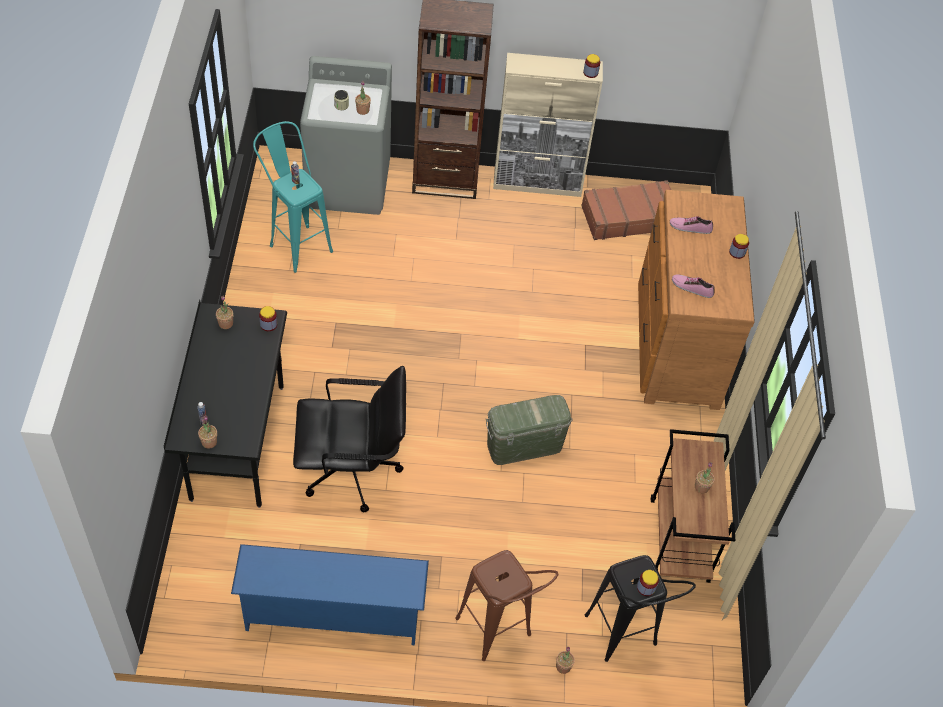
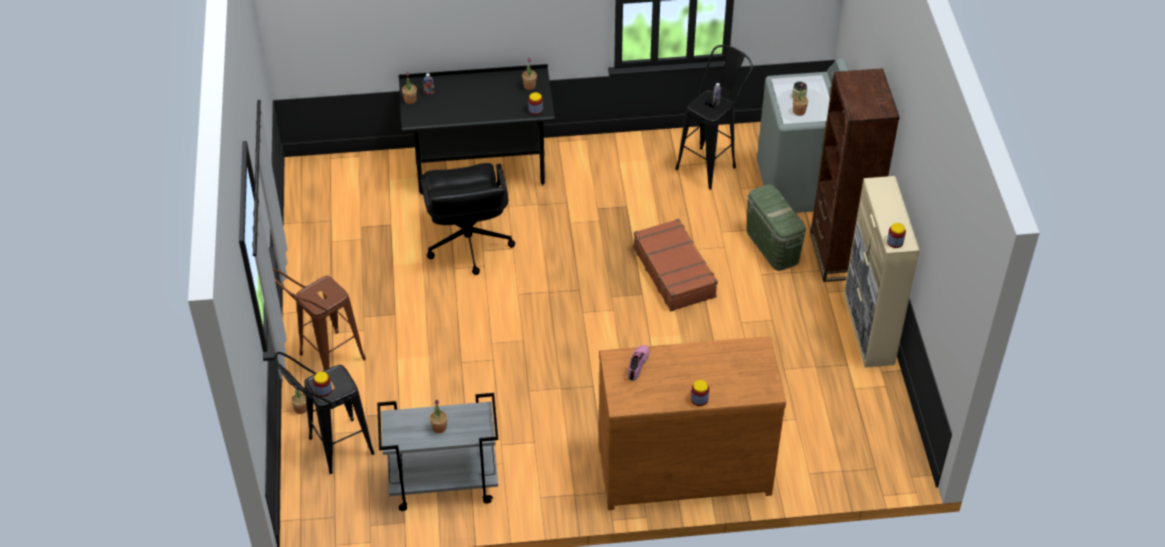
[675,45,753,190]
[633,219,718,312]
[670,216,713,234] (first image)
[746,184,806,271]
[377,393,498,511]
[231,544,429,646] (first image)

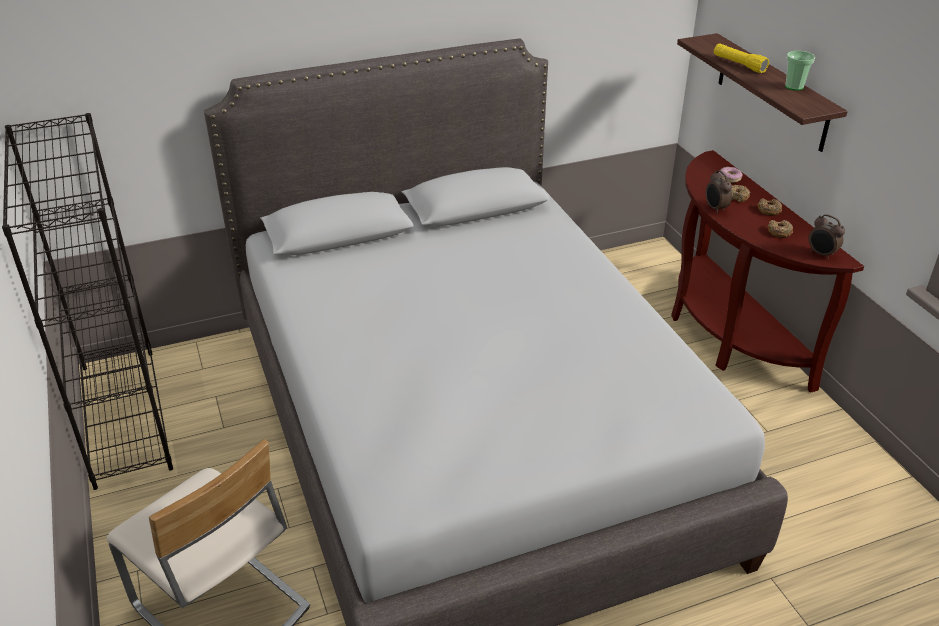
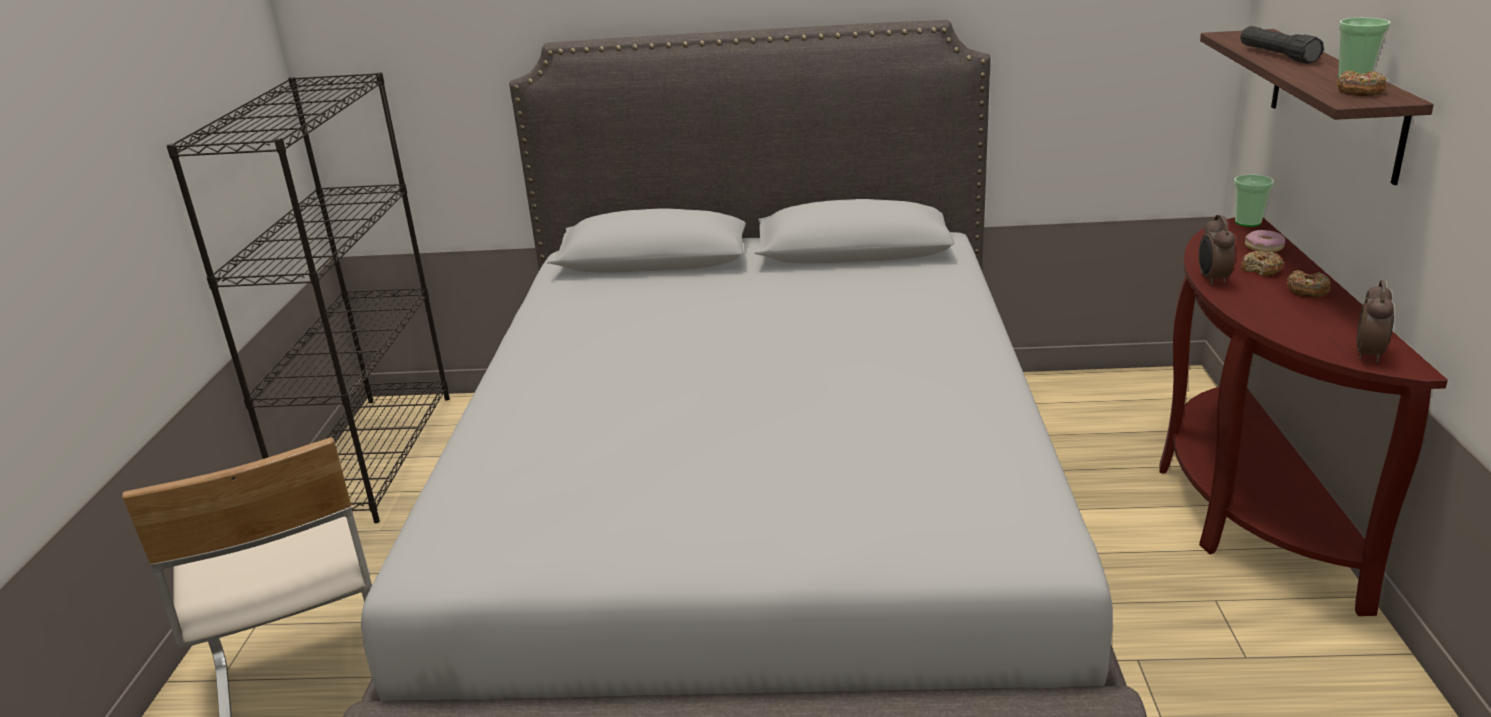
[1241,26,1324,64]
[1356,280,1394,363]
[1337,70,1387,96]
[1234,175,1274,227]

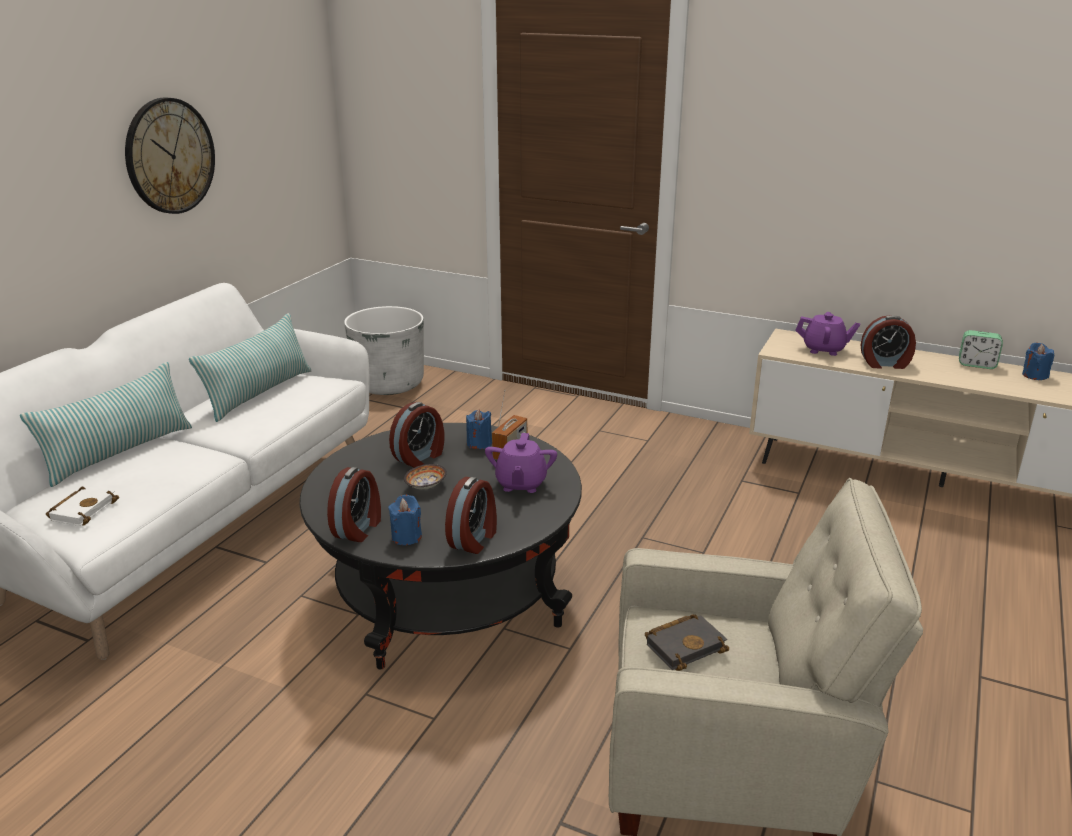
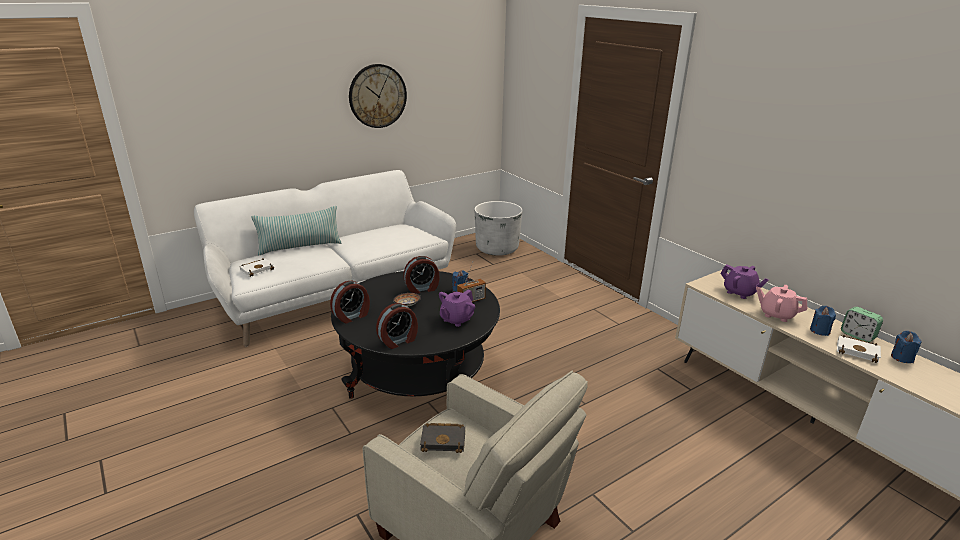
[189,313,311,422] (first image)
[756,285,807,322]
[810,306,836,336]
[837,335,881,363]

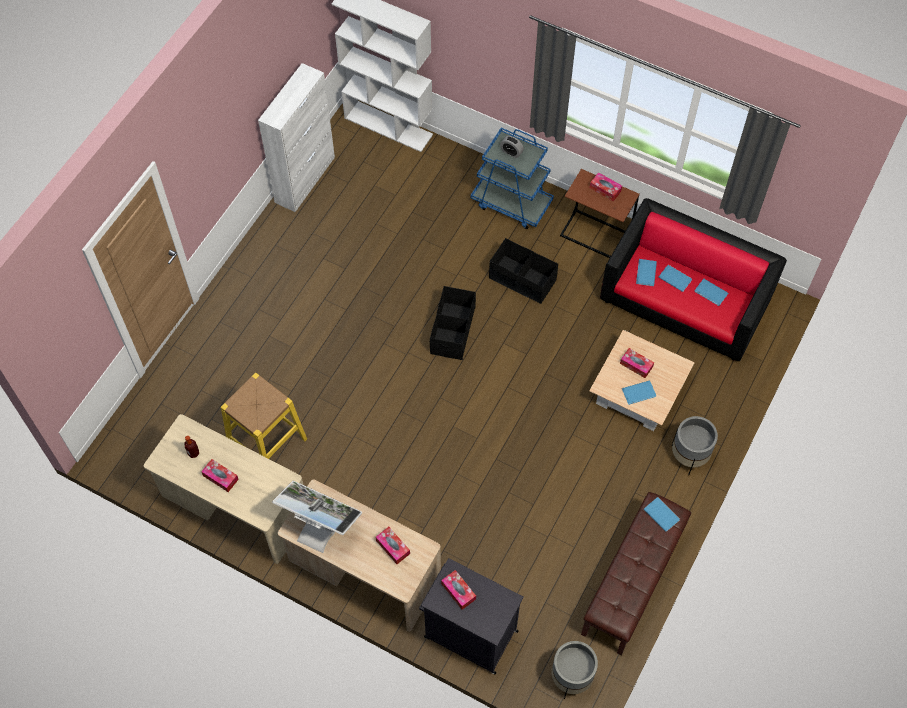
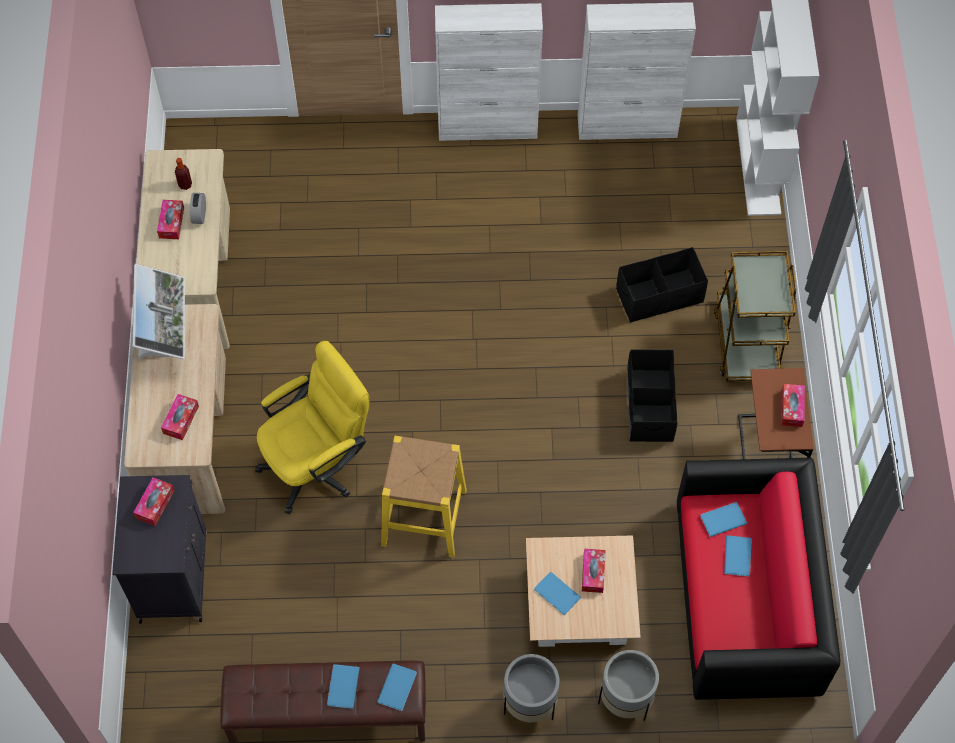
[714,251,797,381]
[190,193,206,224]
[327,664,360,709]
[616,247,708,323]
[381,436,467,558]
[598,650,659,721]
[435,3,543,141]
[255,341,370,514]

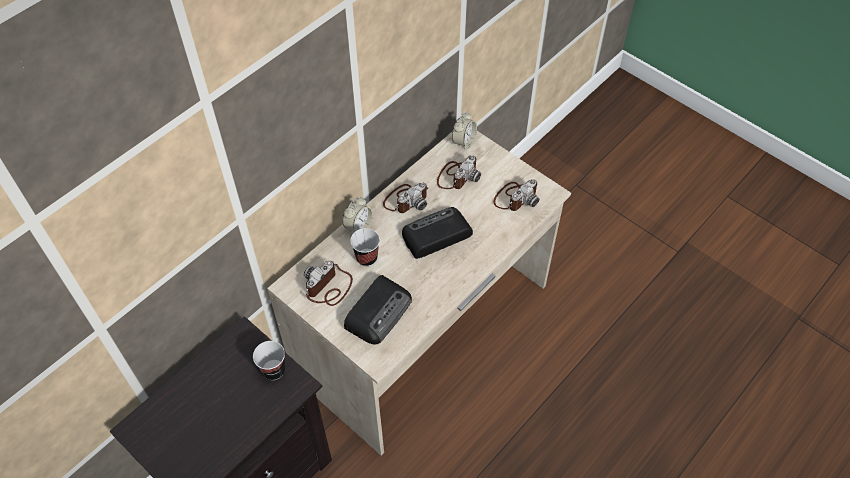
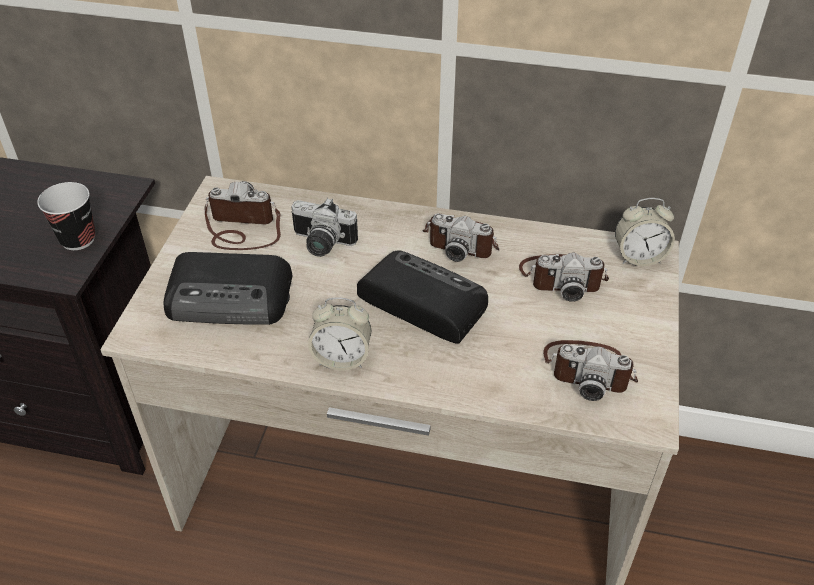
[308,297,371,370]
[291,198,358,257]

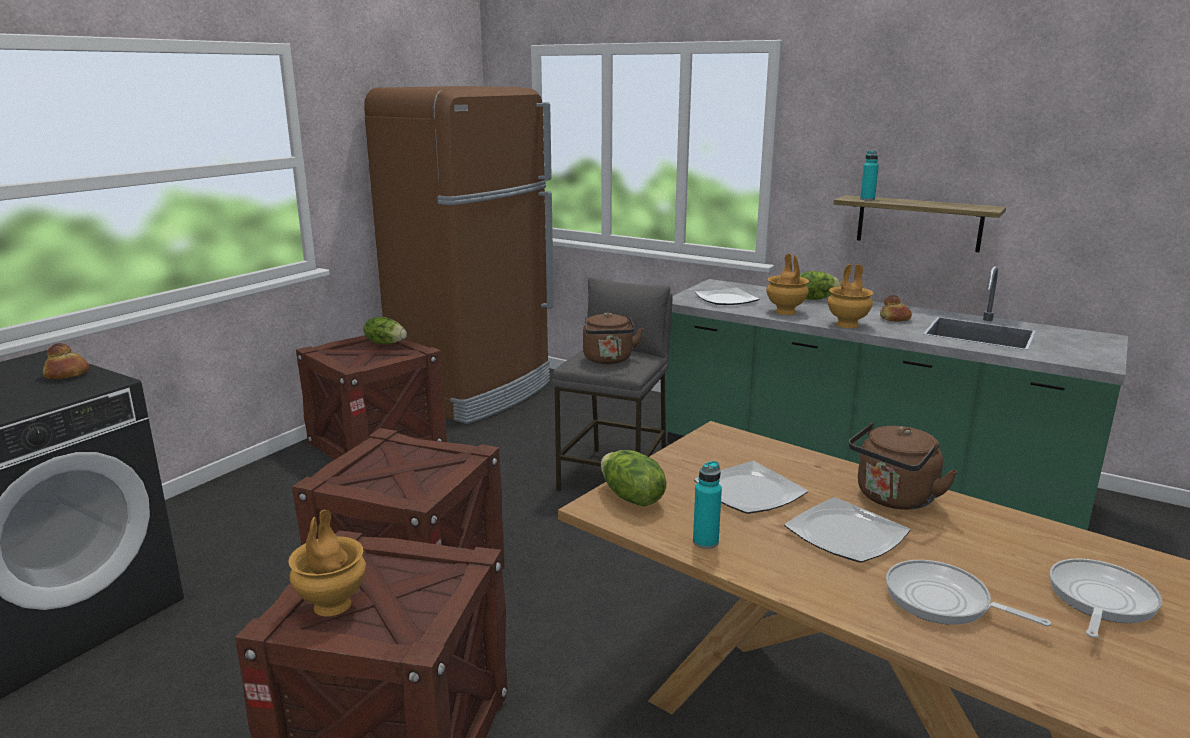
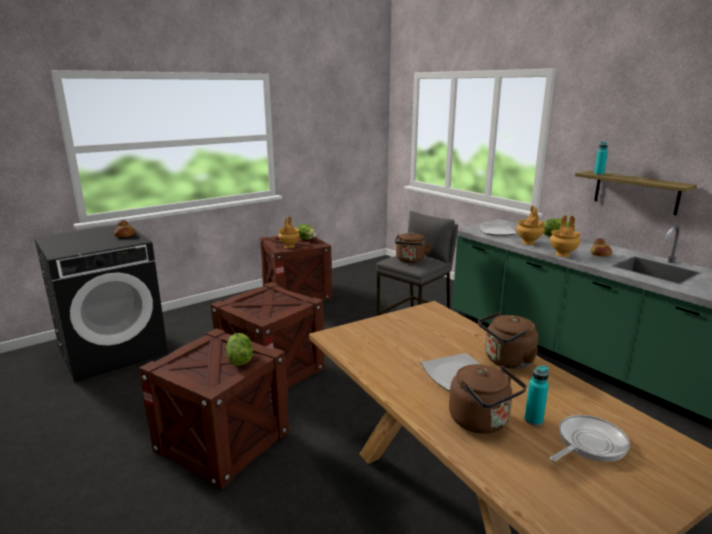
[364,86,554,424] (first image)
[226,333,253,366]
[524,366,549,426]
[694,461,808,514] (first image)
[278,216,300,248]
[449,364,527,434]

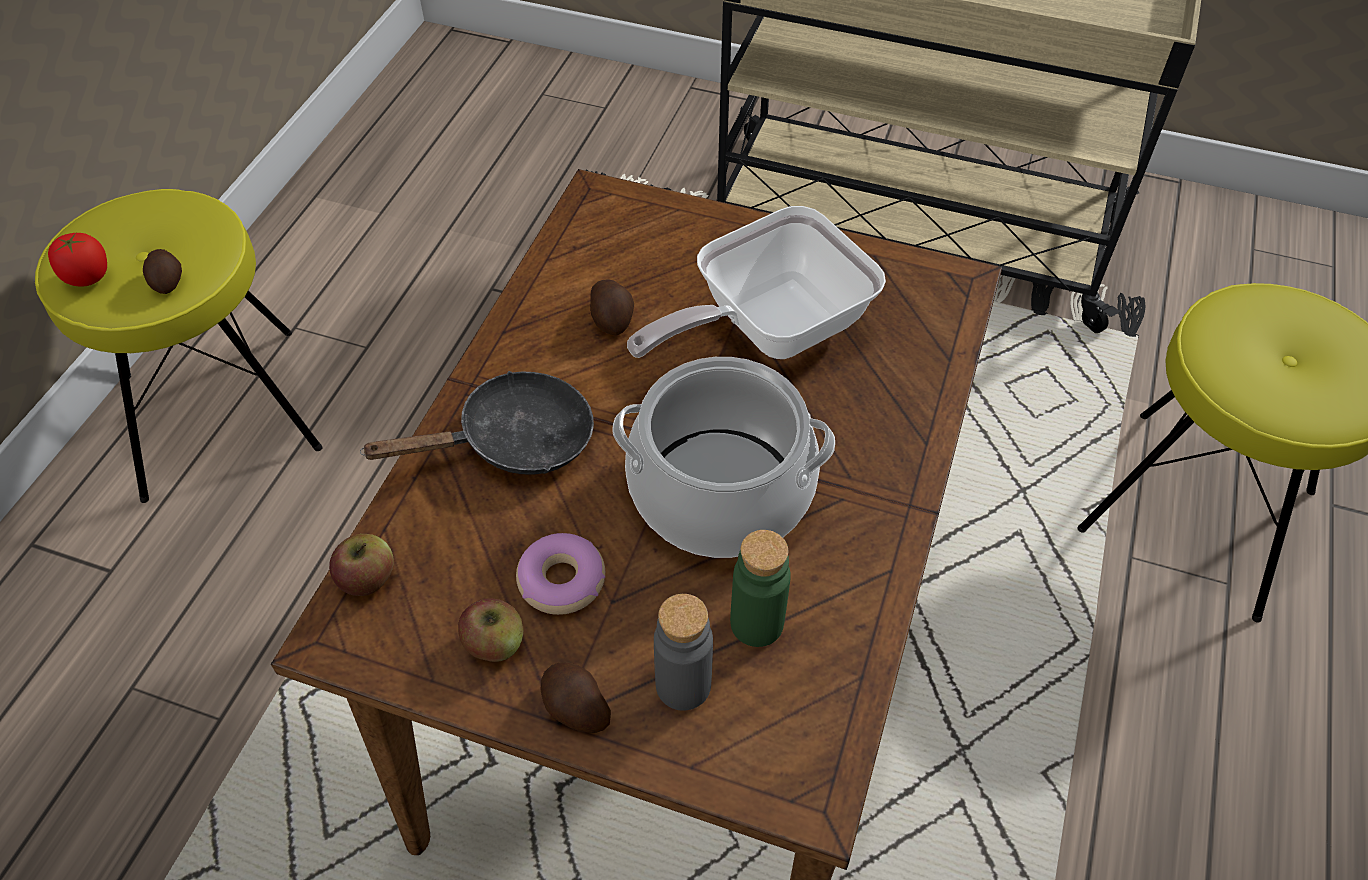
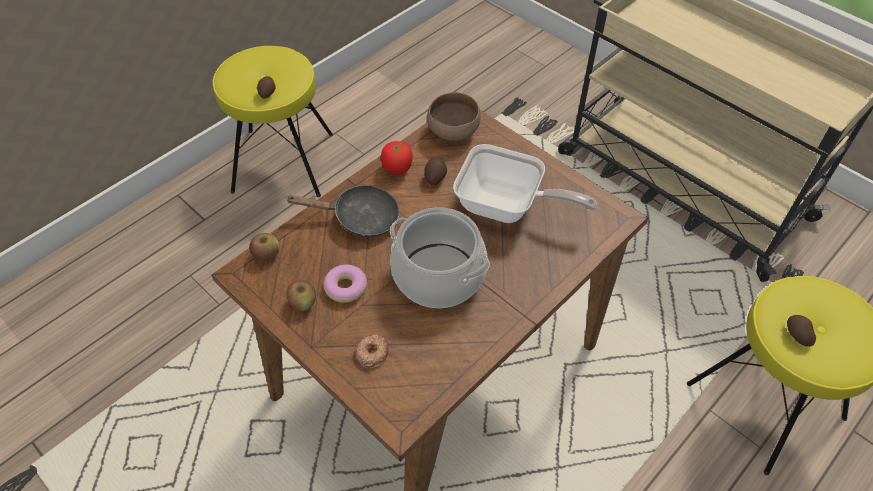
[453,144,597,223]
[381,141,413,174]
[730,530,791,647] (first image)
[355,334,389,368]
[787,315,816,347]
[427,92,481,141]

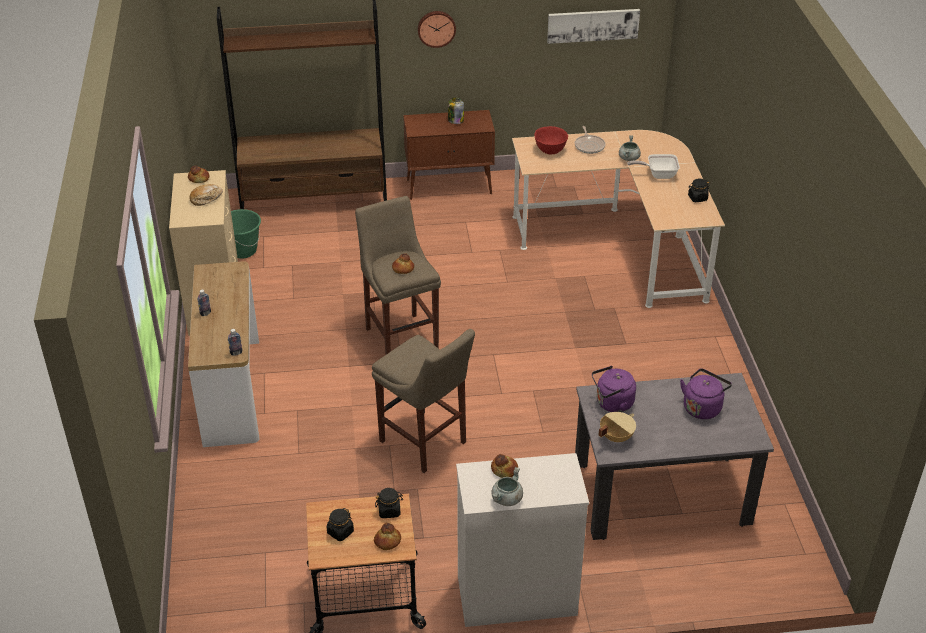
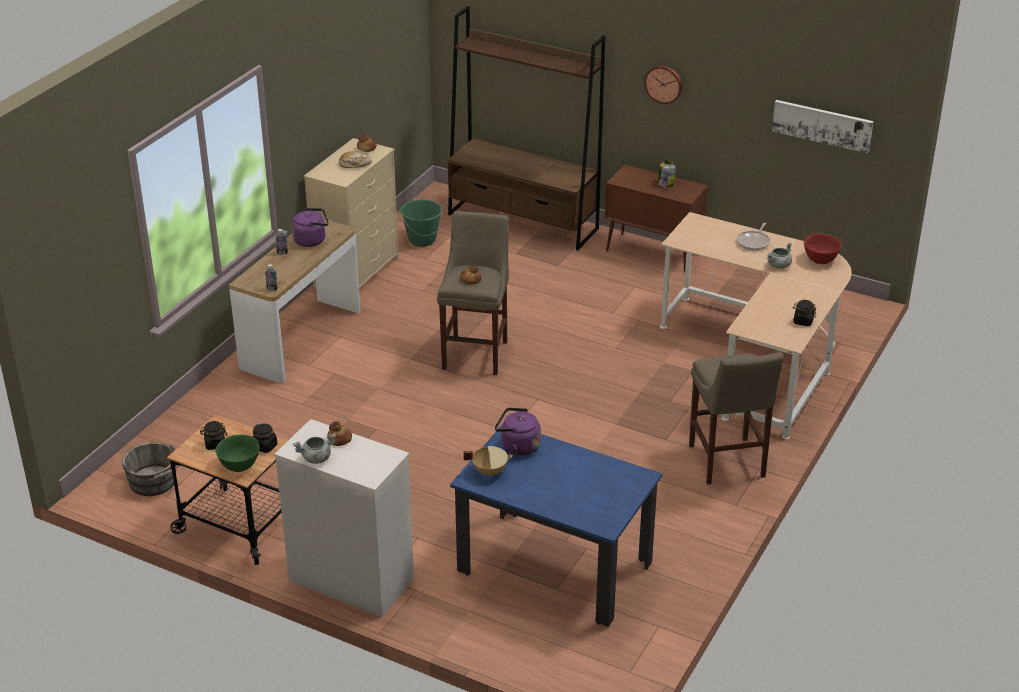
[804,233,842,264]
[627,154,680,179] (first image)
[689,352,784,485]
[292,208,329,247]
[450,425,662,627]
[215,435,259,472]
[122,442,179,496]

